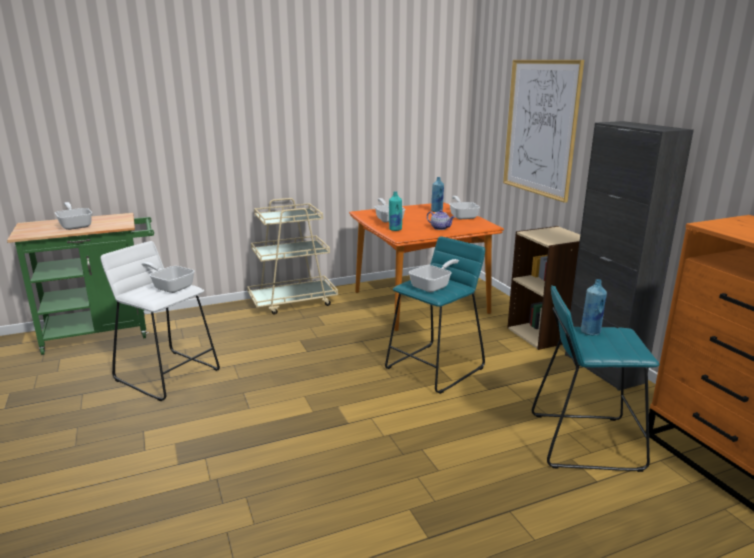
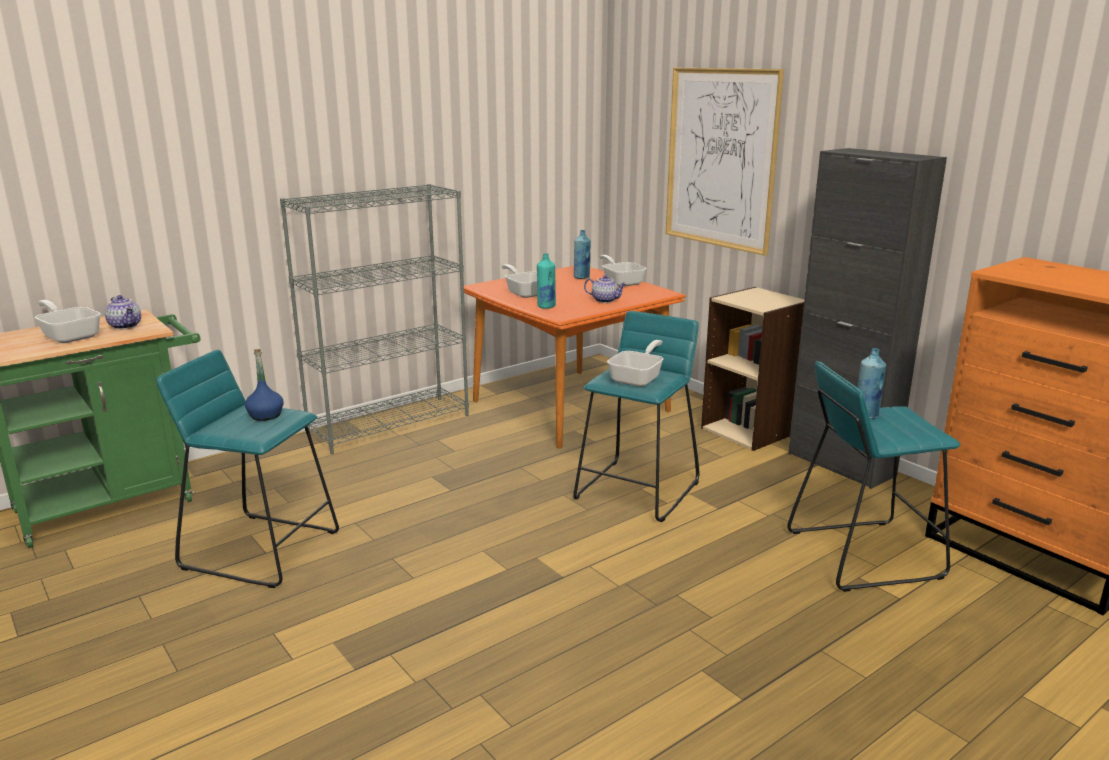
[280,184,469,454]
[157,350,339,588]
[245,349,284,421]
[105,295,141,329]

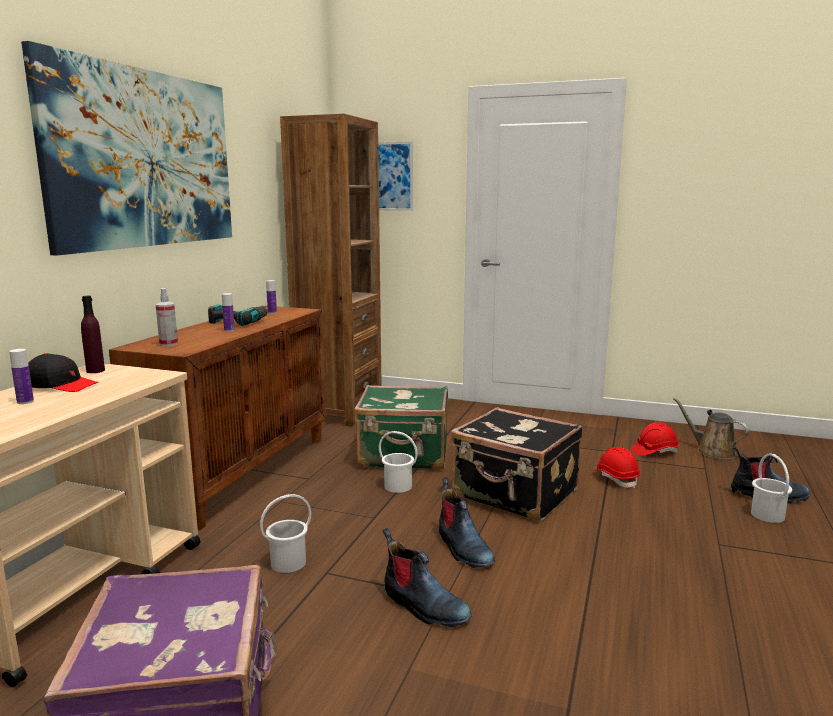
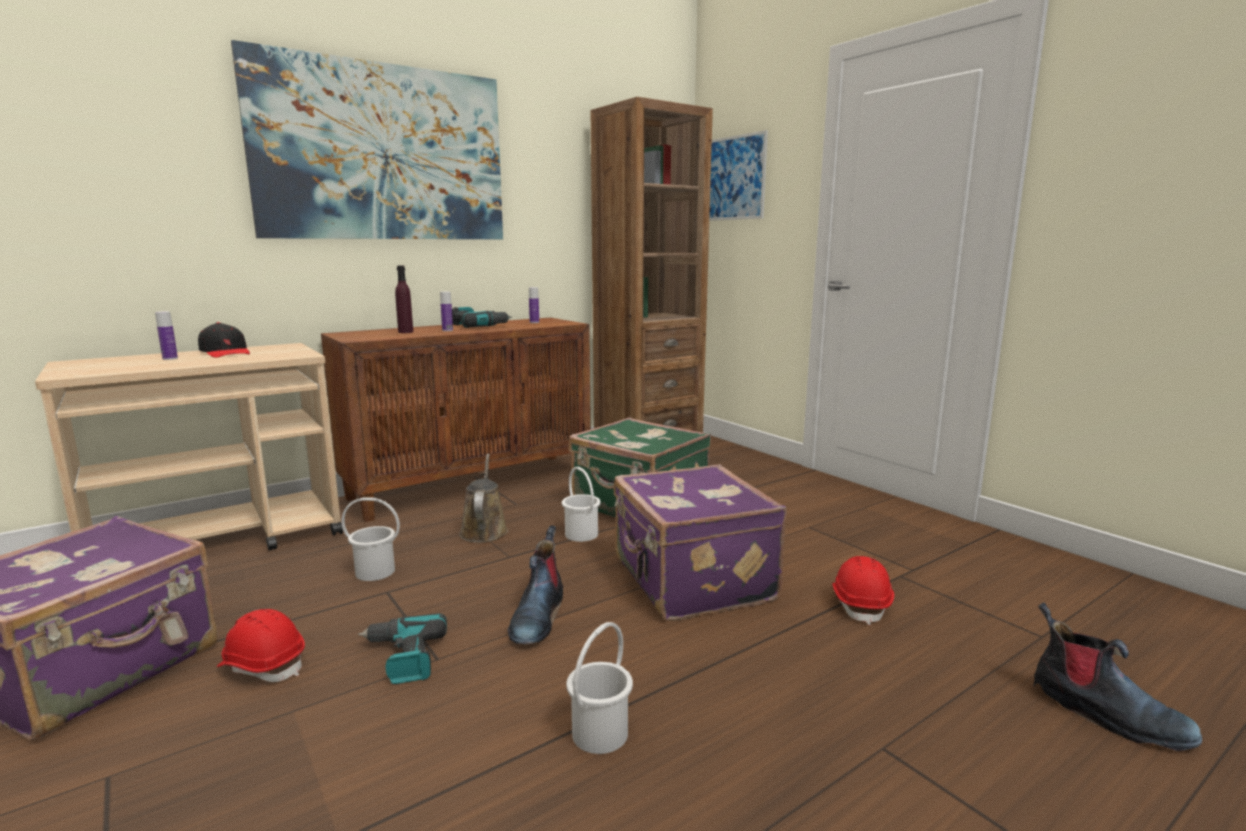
[156,288,178,346] (first image)
[395,266,413,333]
[459,454,508,543]
[614,465,787,621]
[217,609,305,682]
[566,622,633,754]
[358,613,447,684]

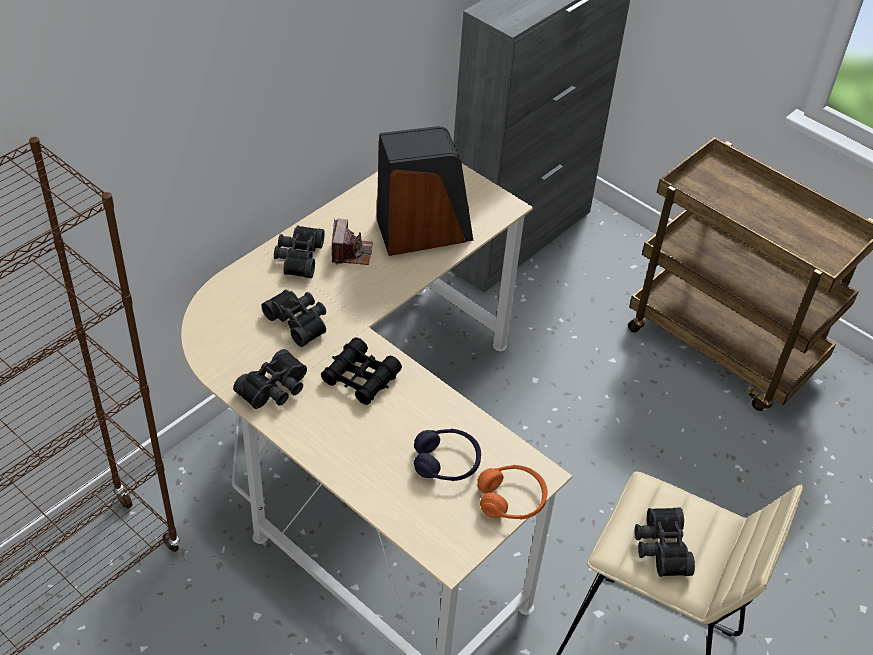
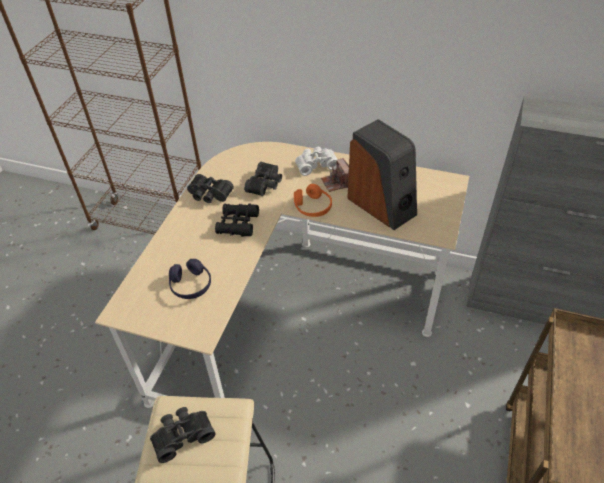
[321,158,349,192]
[295,147,338,176]
[294,184,332,217]

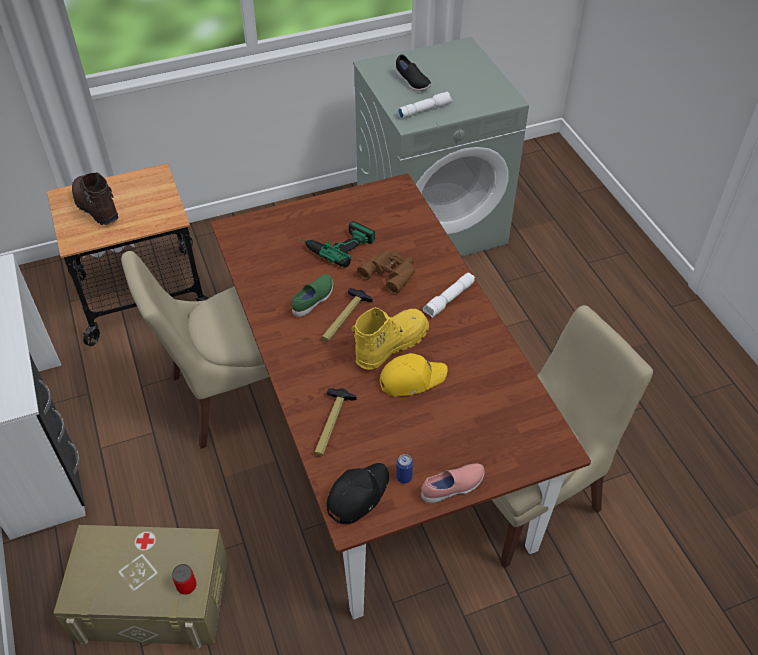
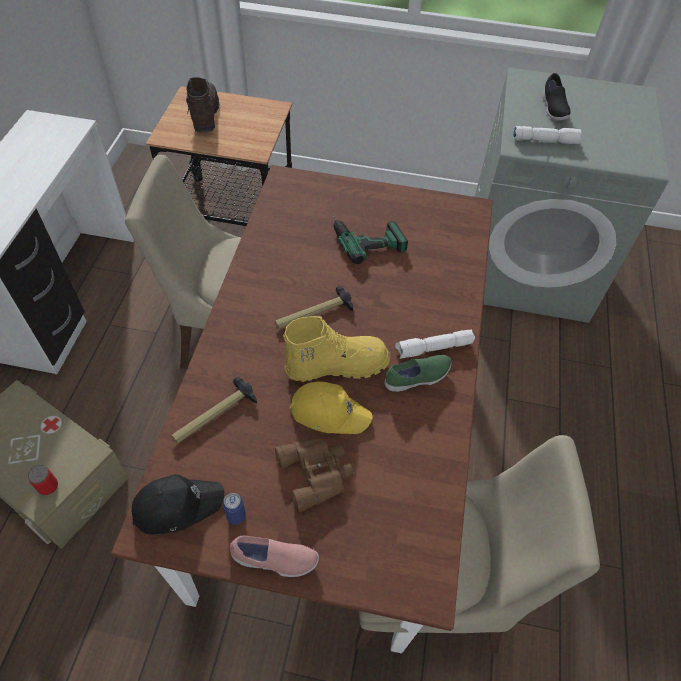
[275,438,354,512]
[385,355,451,392]

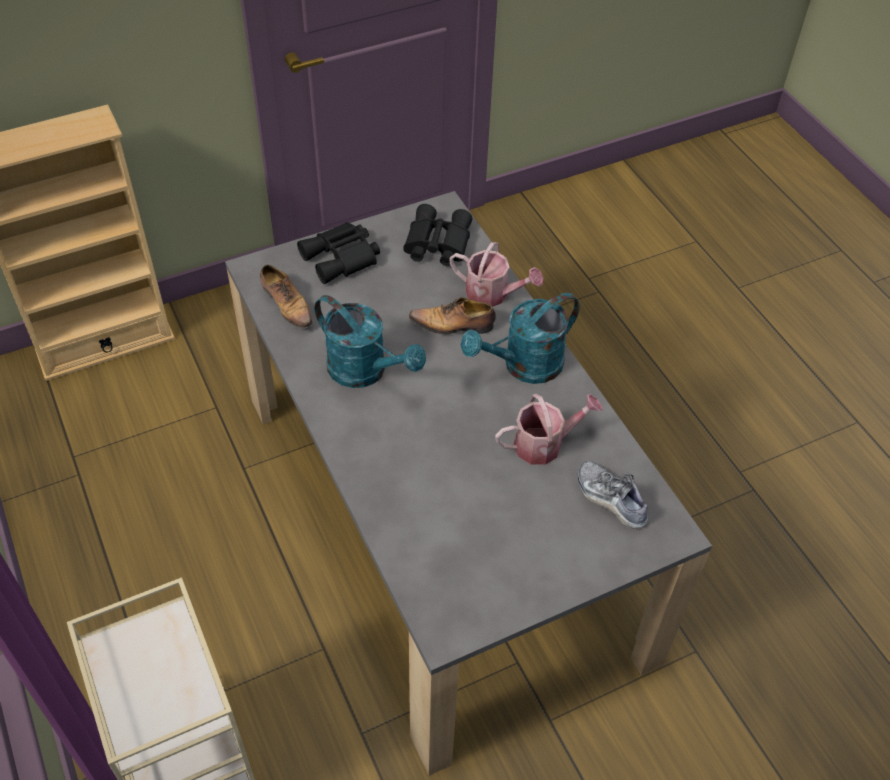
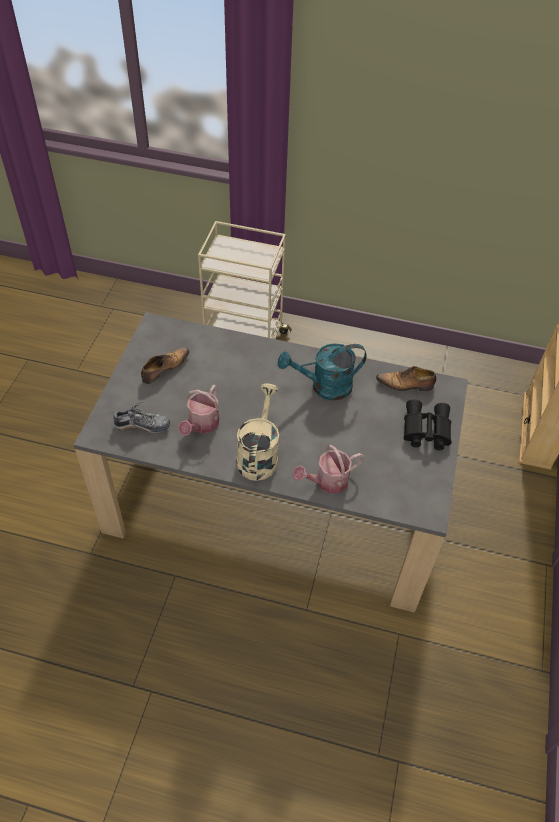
[403,204,473,266] (first image)
[236,383,279,481]
[141,347,190,384]

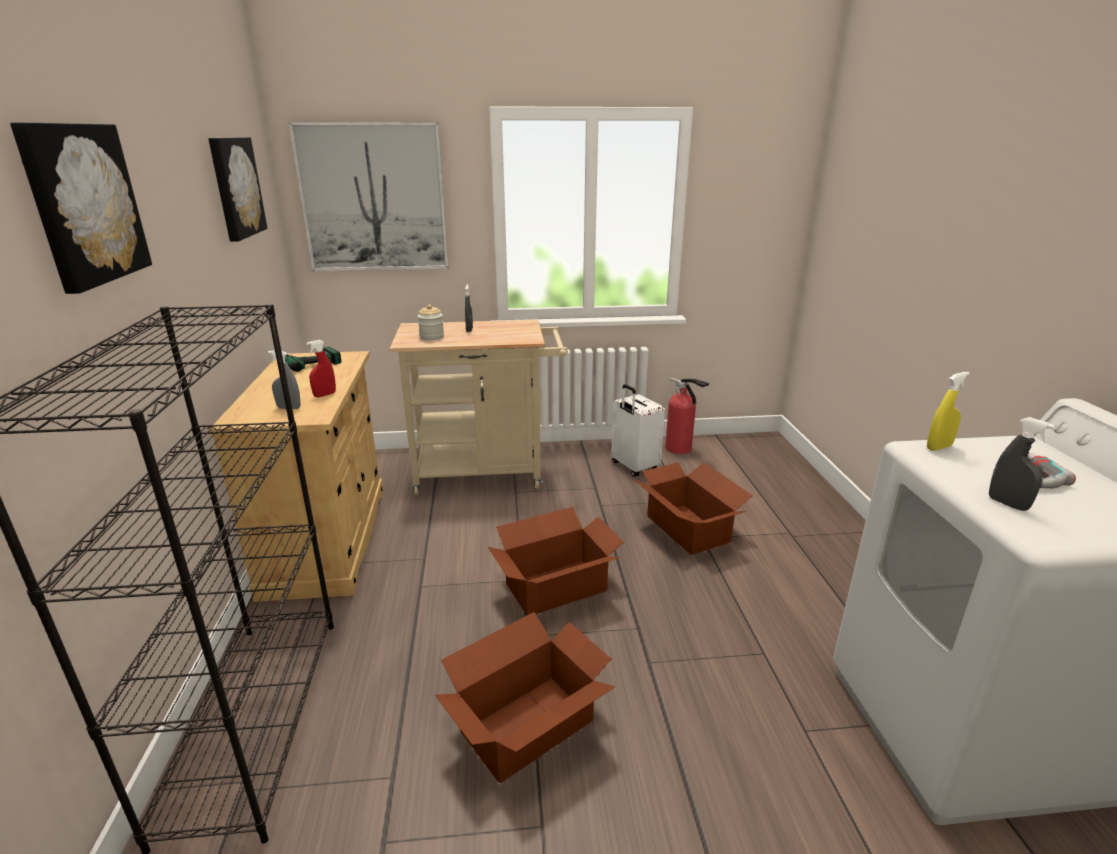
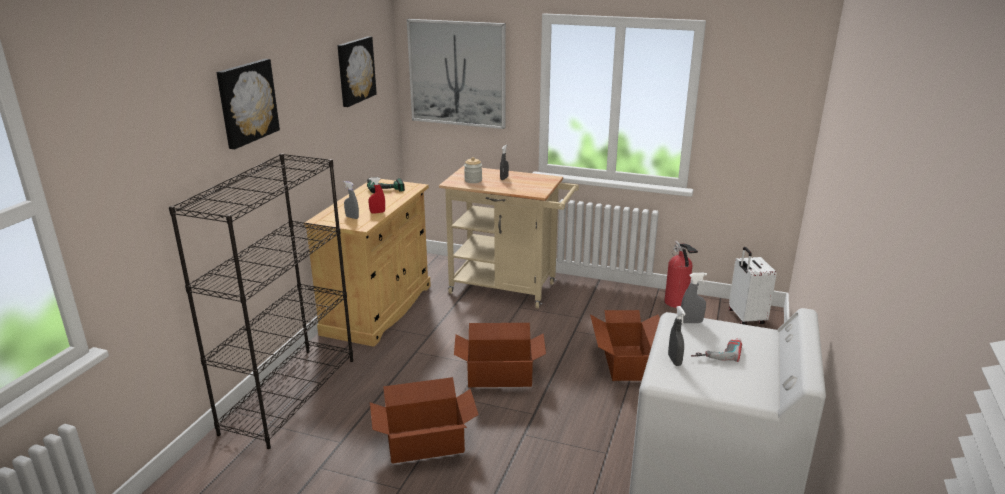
[681,273,707,323]
[729,247,777,325]

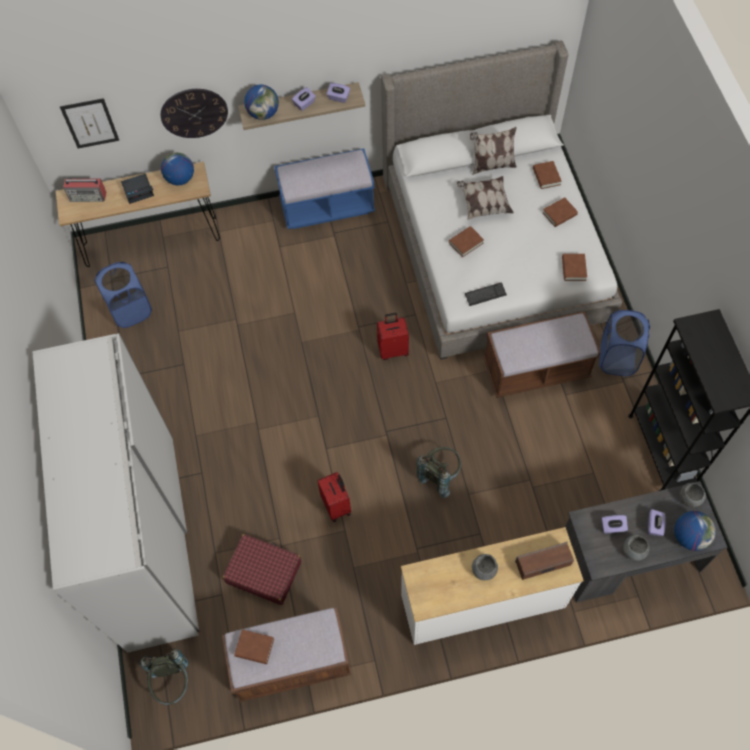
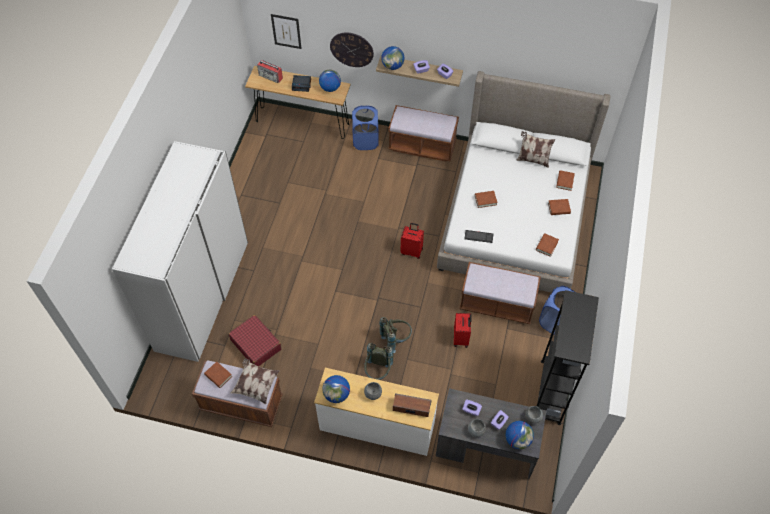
[388,105,459,162]
[230,359,280,404]
[352,105,379,150]
[454,313,471,348]
[364,343,394,380]
[323,375,350,403]

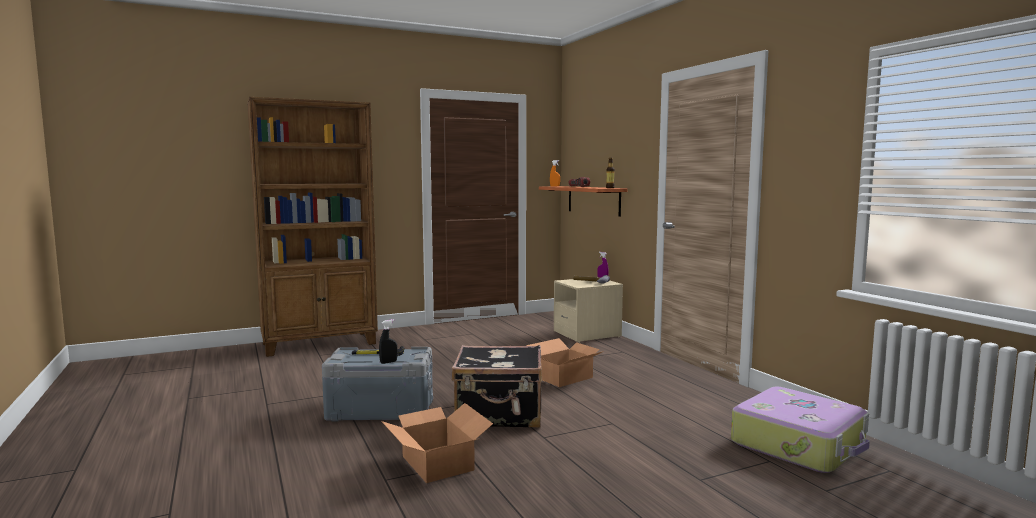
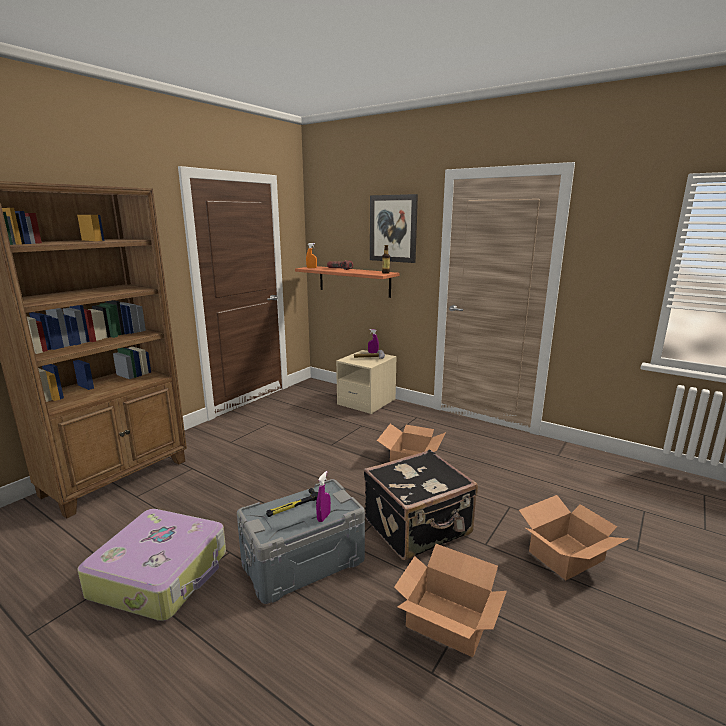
[316,471,331,522]
[77,509,226,621]
[370,194,418,263]
[519,495,629,580]

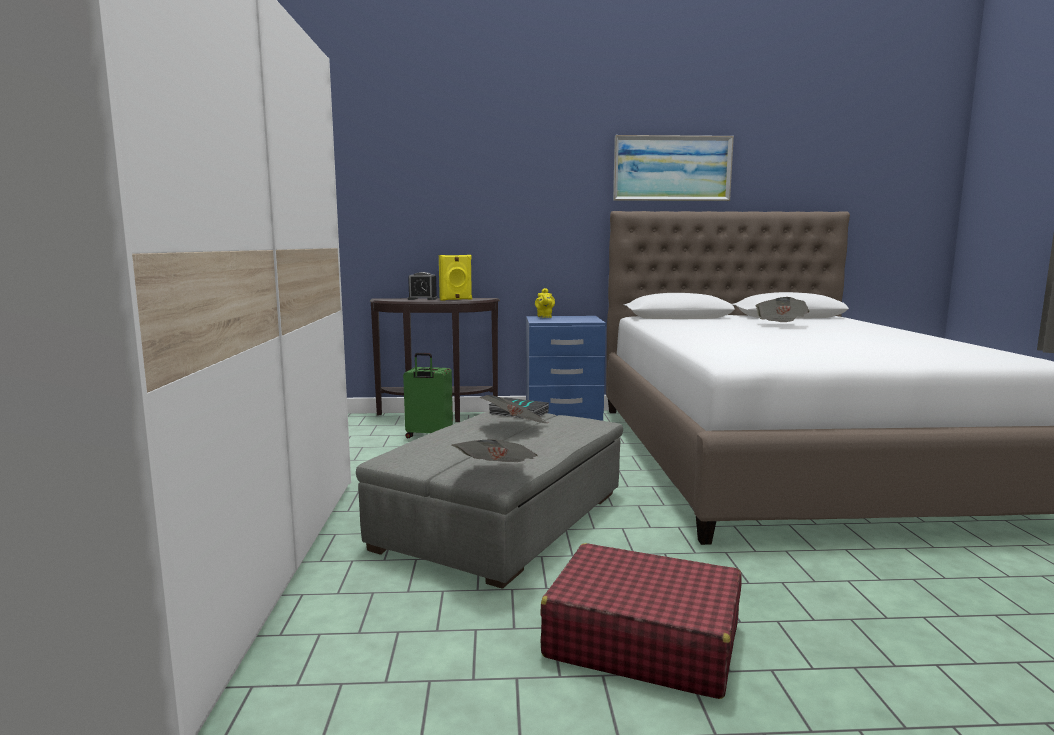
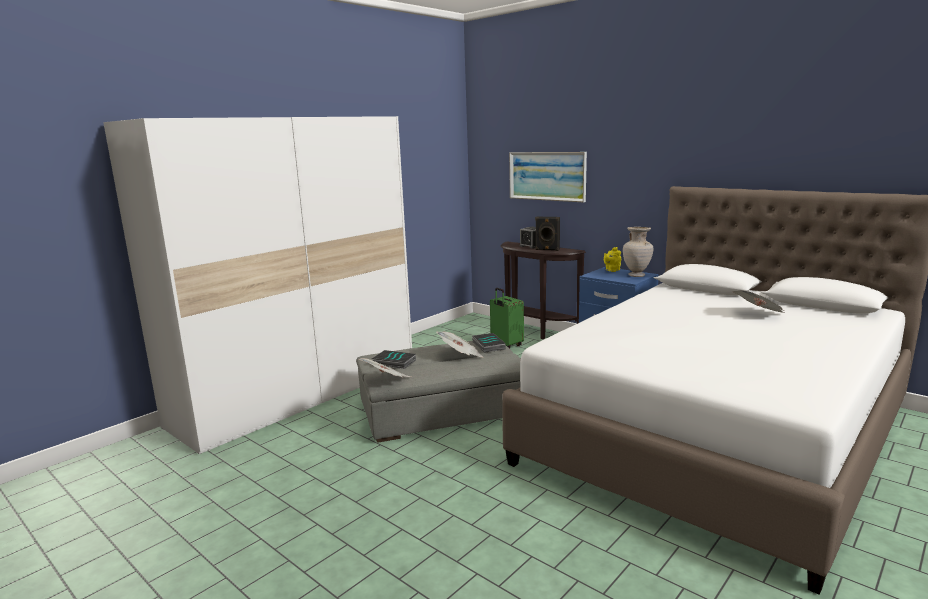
[509,152,587,203]
[535,217,560,251]
[540,543,742,699] (first image)
[623,227,653,277]
[372,350,416,369]

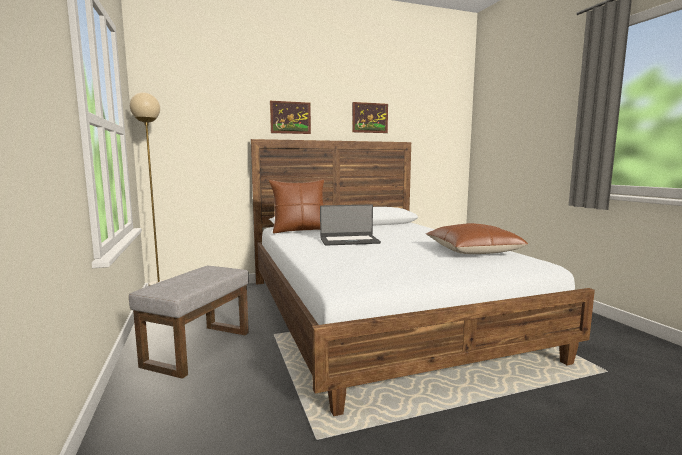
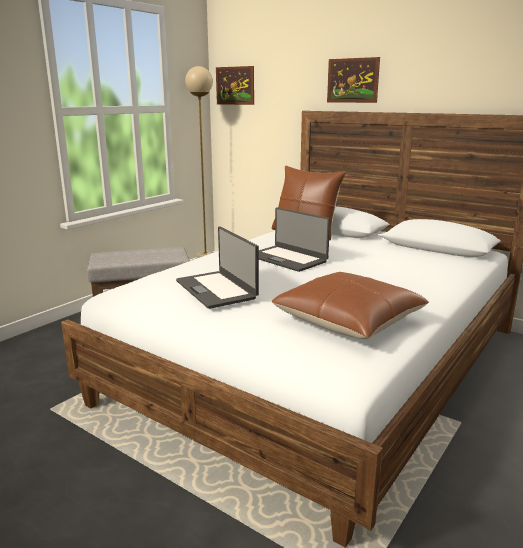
[216,66,254,105]
[176,226,259,309]

